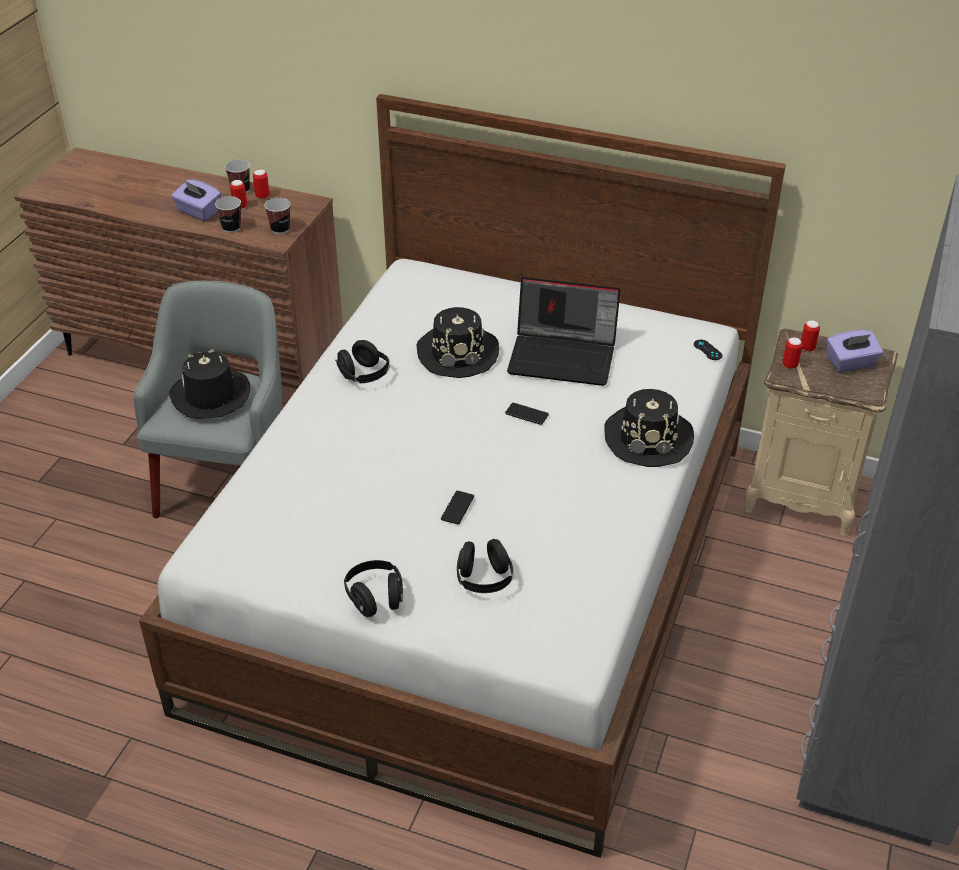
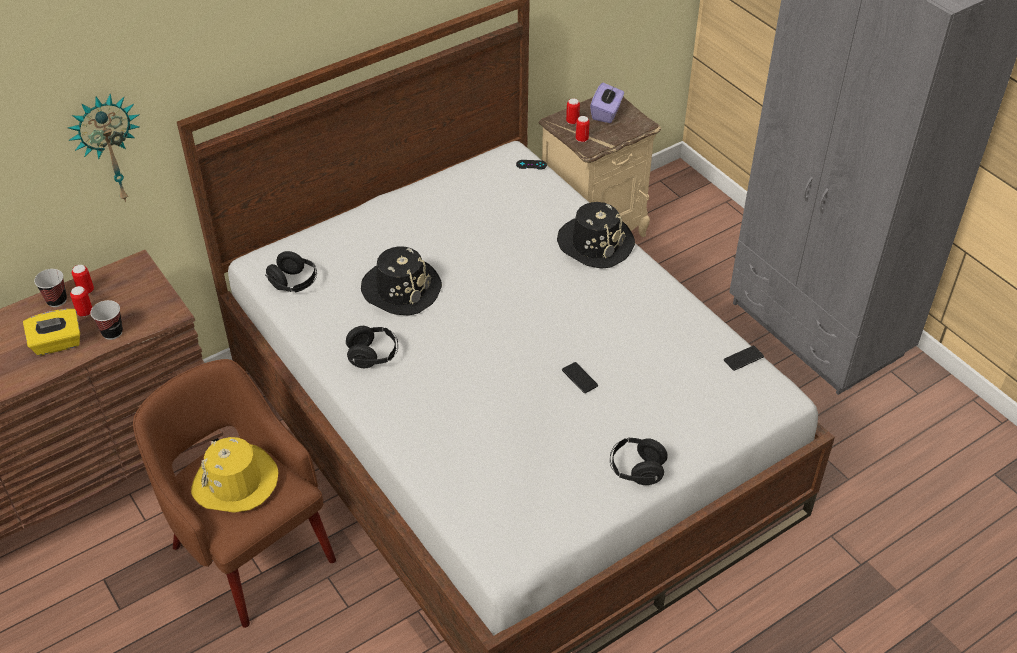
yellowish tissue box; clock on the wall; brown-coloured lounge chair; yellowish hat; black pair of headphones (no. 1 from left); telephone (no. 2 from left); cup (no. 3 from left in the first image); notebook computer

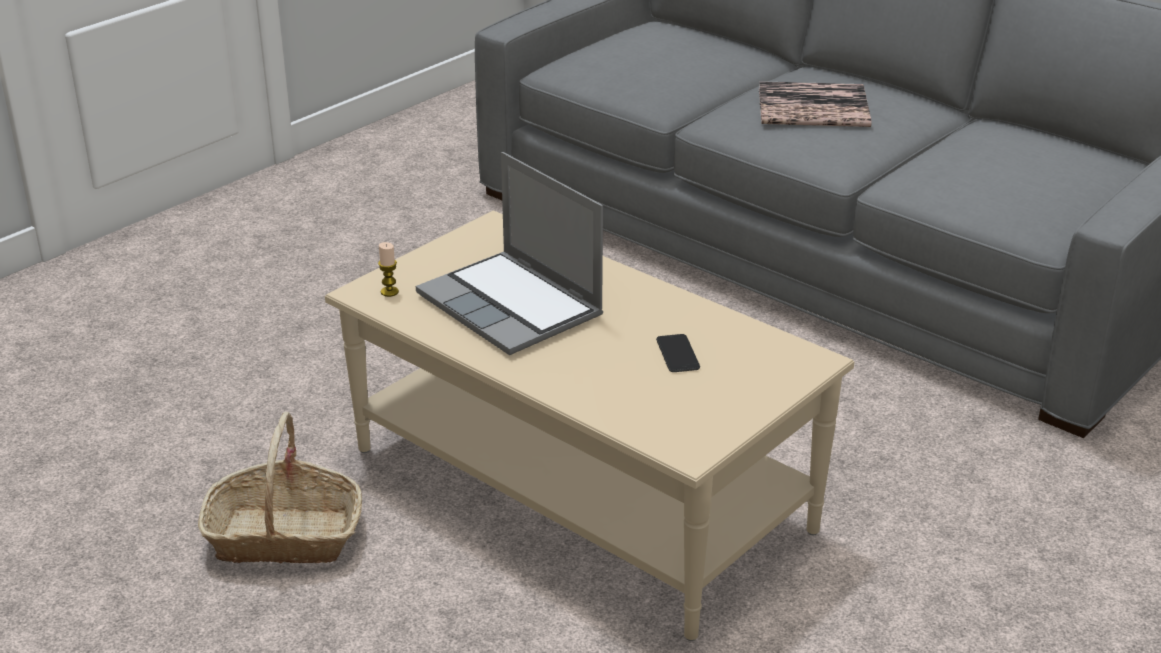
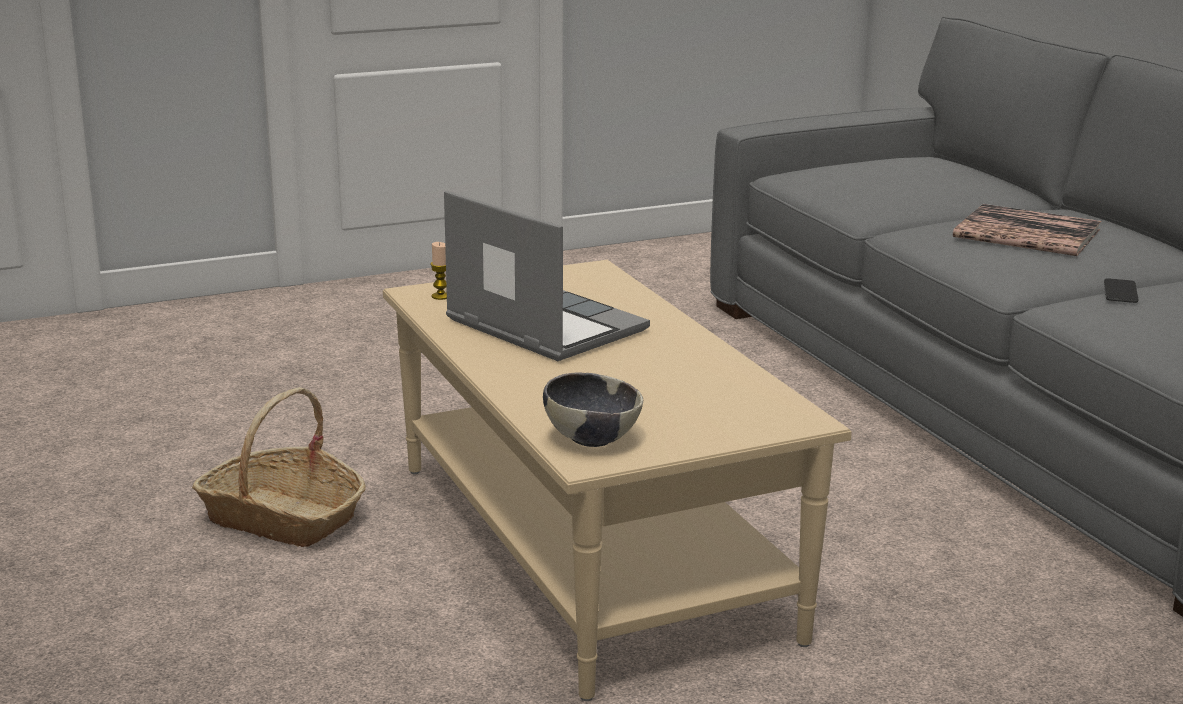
notebook computer; deep dish; telephone

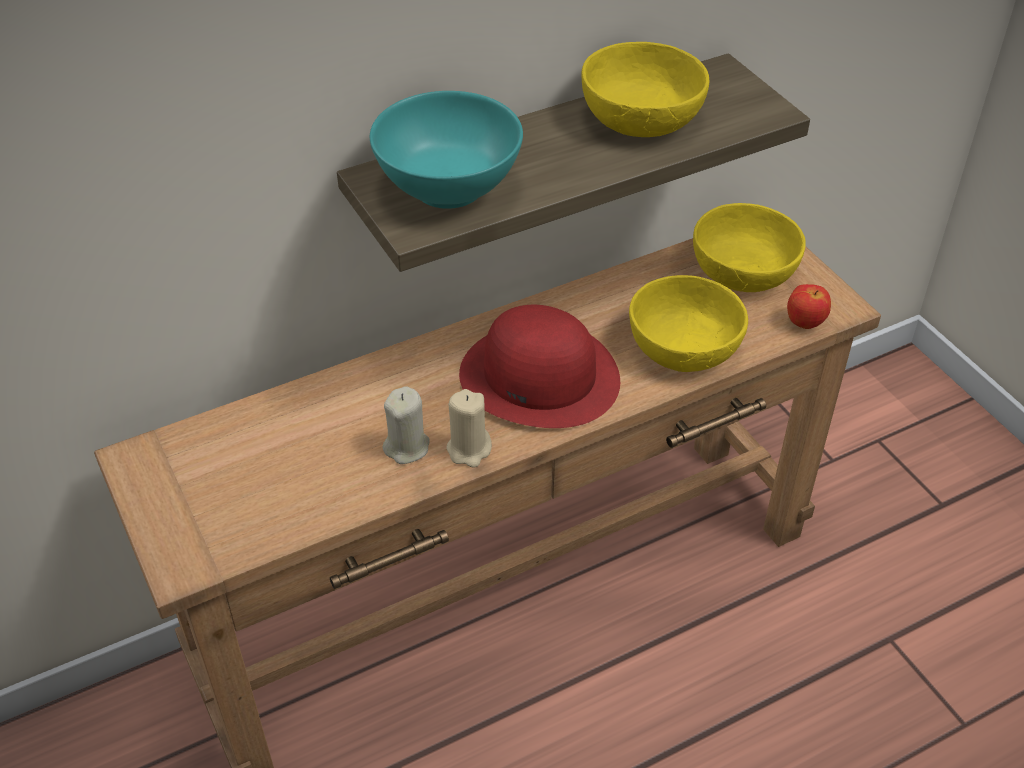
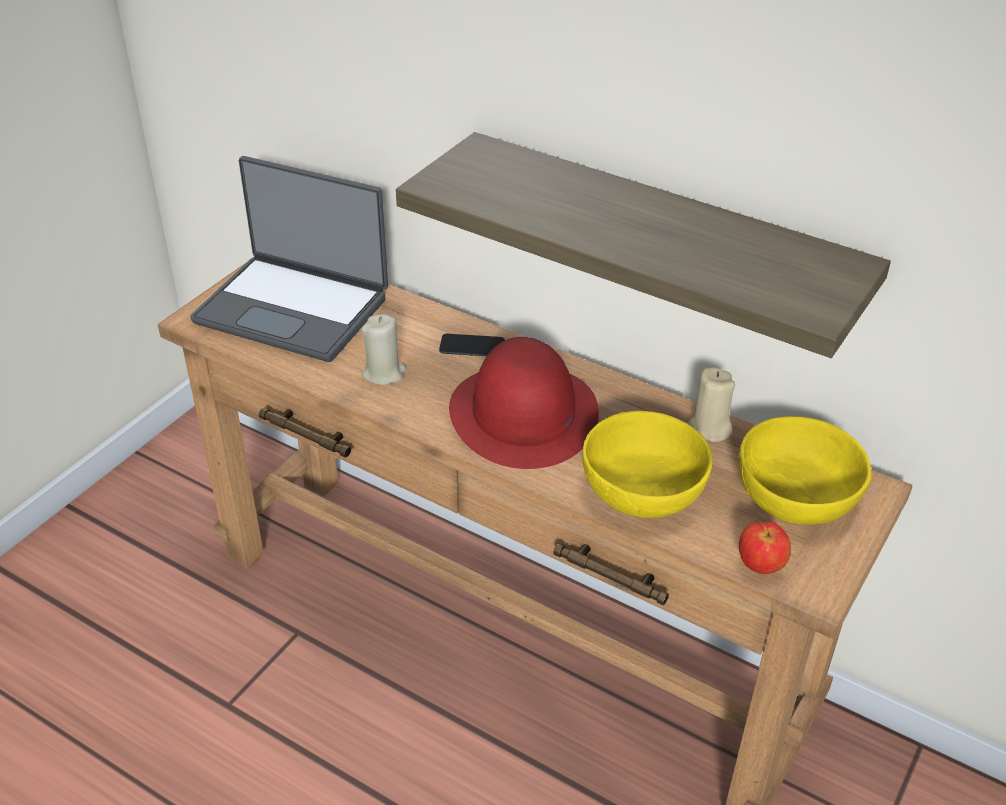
notebook computer; telephone; beige wax candle (no. 2 from left); turquoise deep dish; yellowish deep dish (no. 1 from left in the first image)

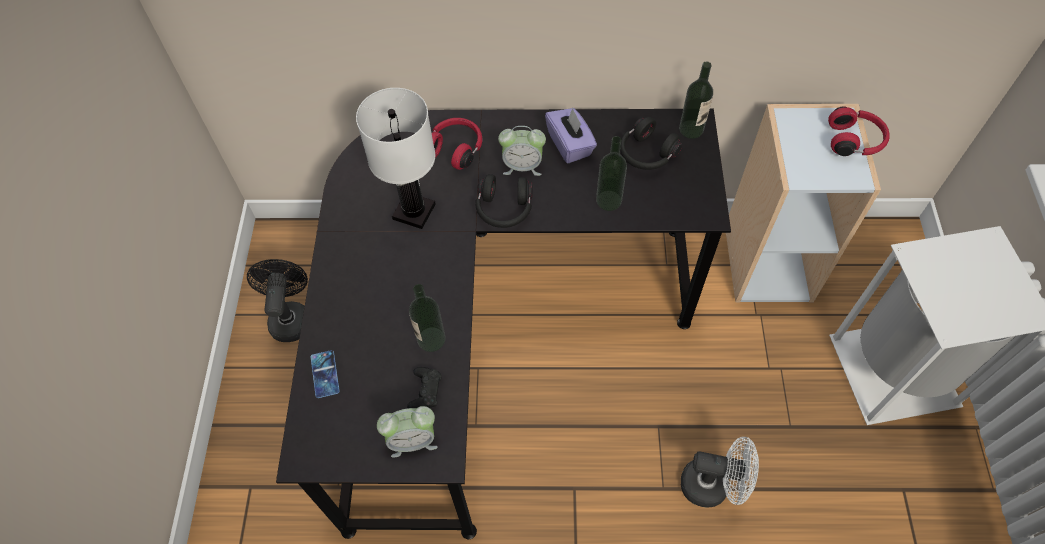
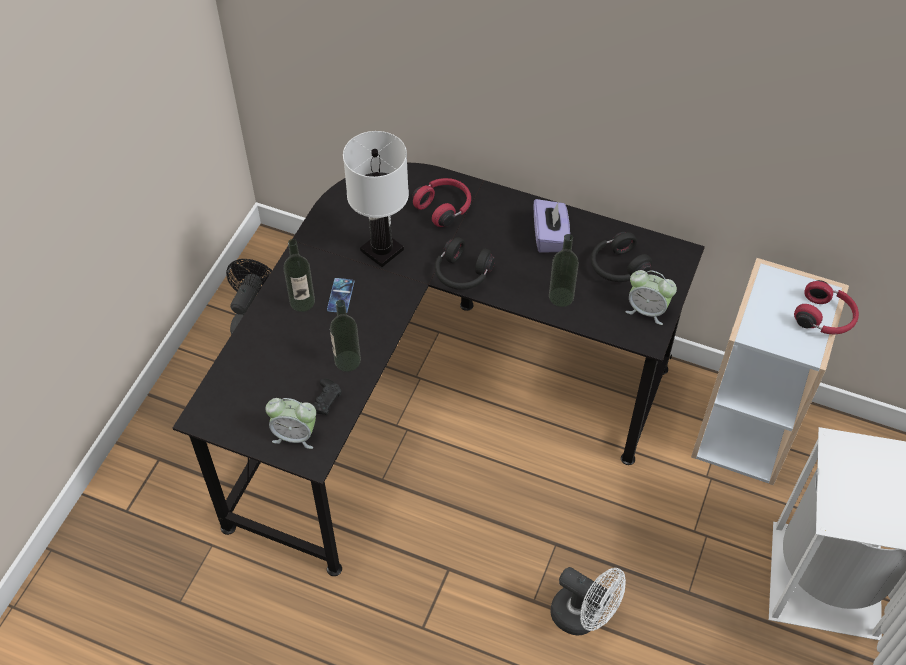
beverage bottle (no. 1 from left); telephone; alarm clock (no. 2 from left)

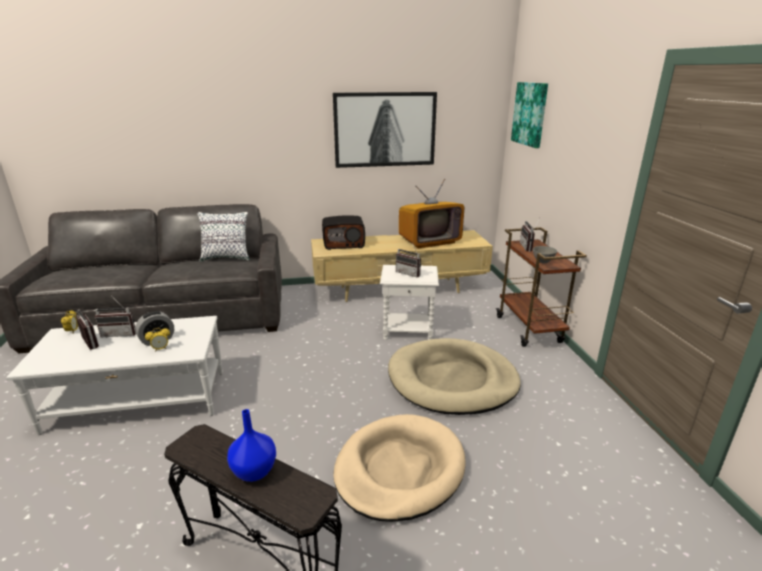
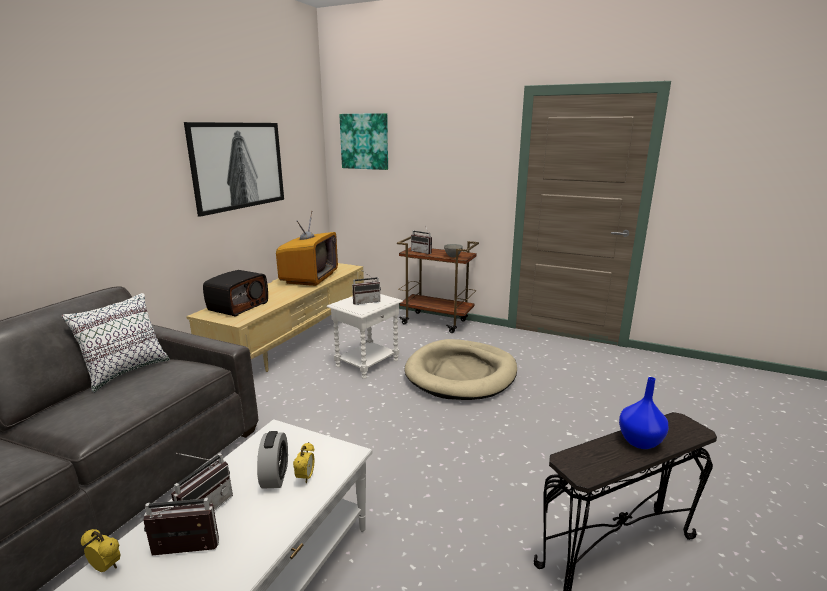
beige dog bed (no. 1 from left in the first image)

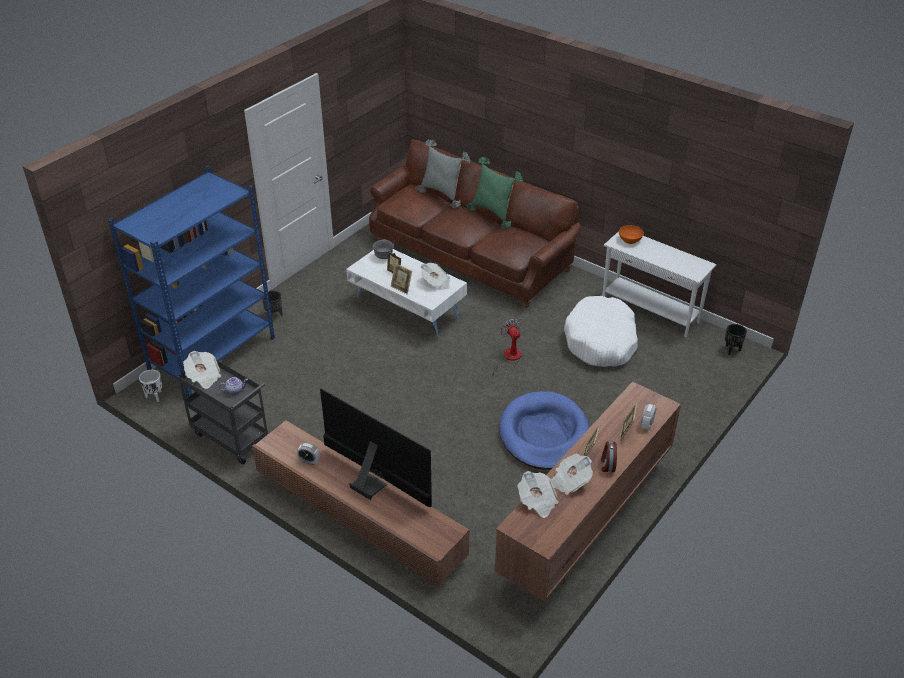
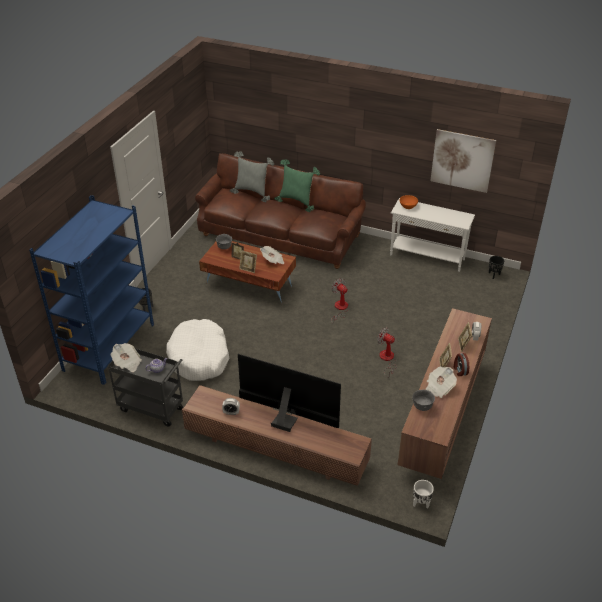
whitish dog bed; brown-coloured coffee table; electric fan (no. 2 from left); greyish deep dish (no. 2 from left); whitish planter; wall art

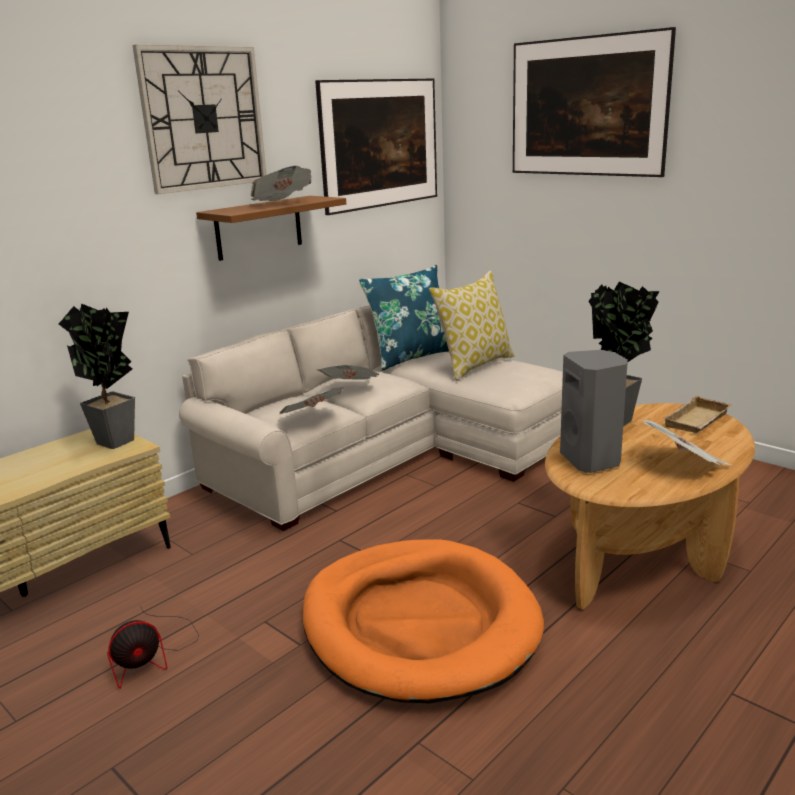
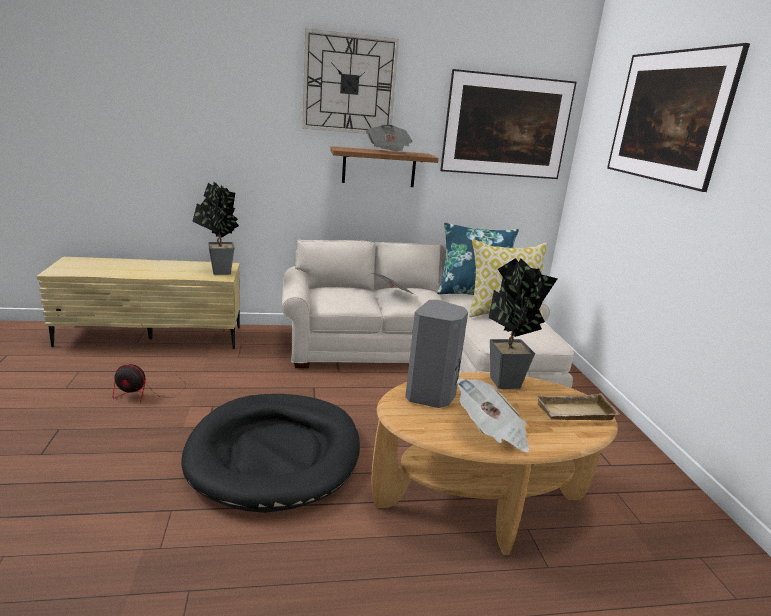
black dog bed; newspaper (no. 2 from left in the first image)

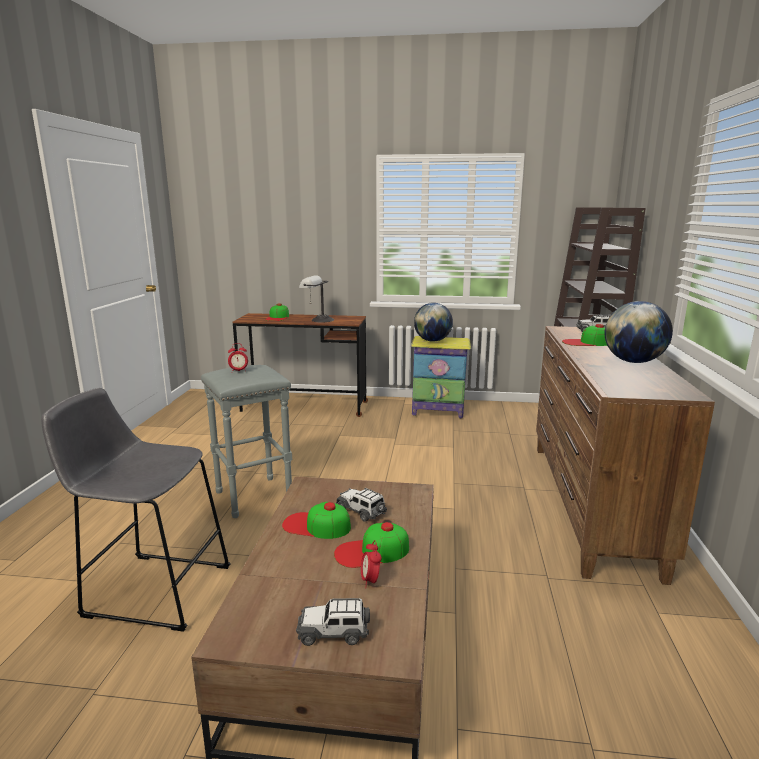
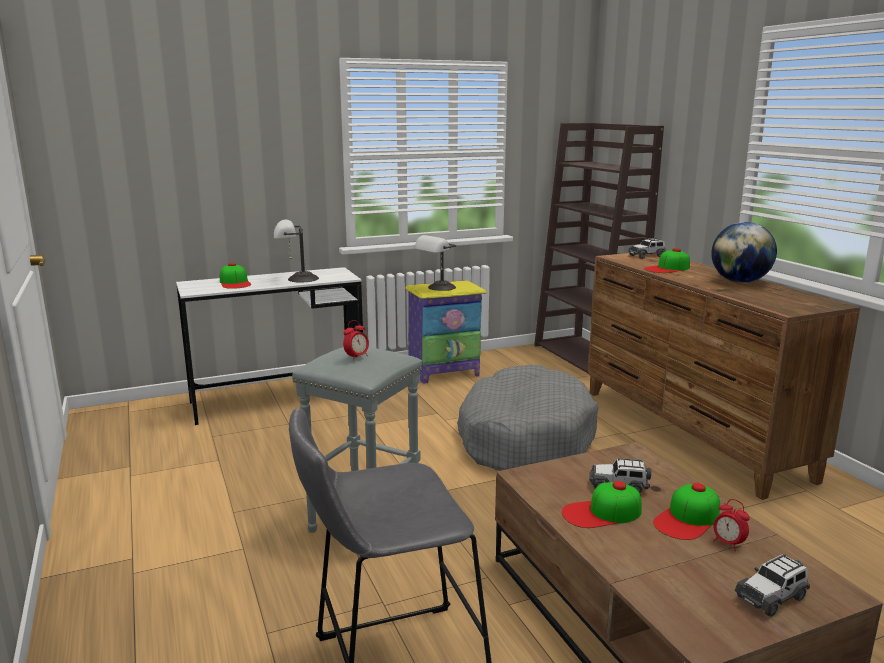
whitish desk table; table lamp (no. 2 from left); greyish dog bed

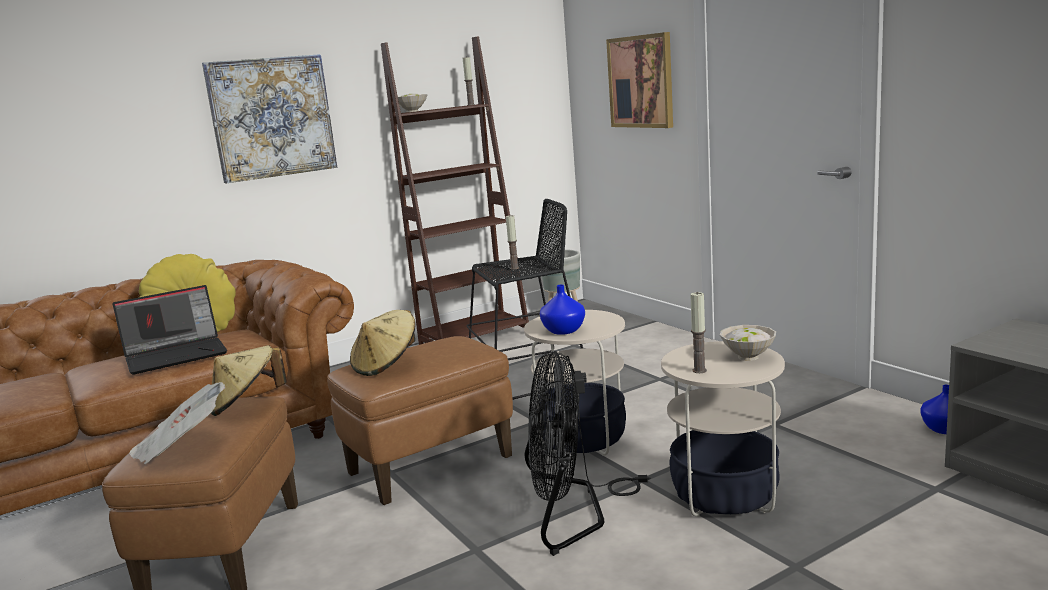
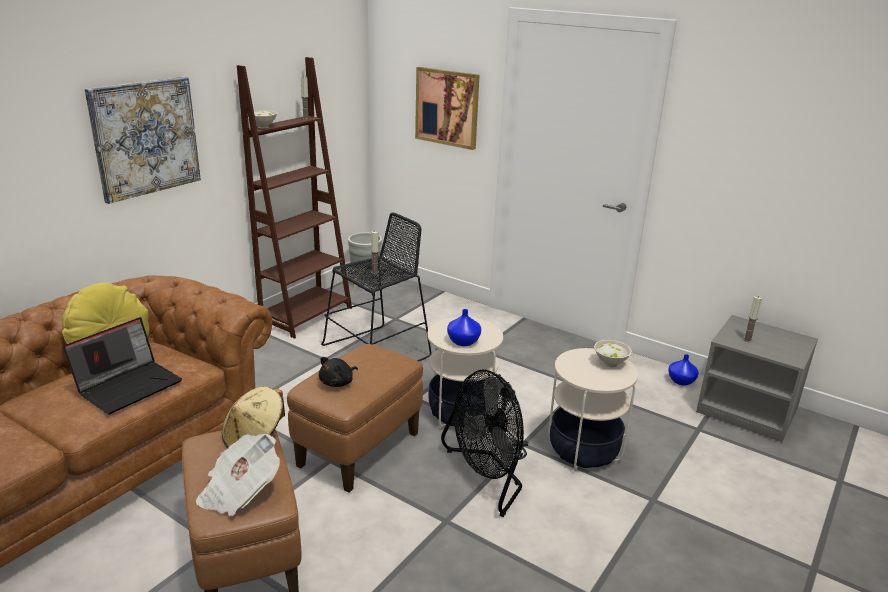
black cuddly toy; wax candle (no. 3 from left)

